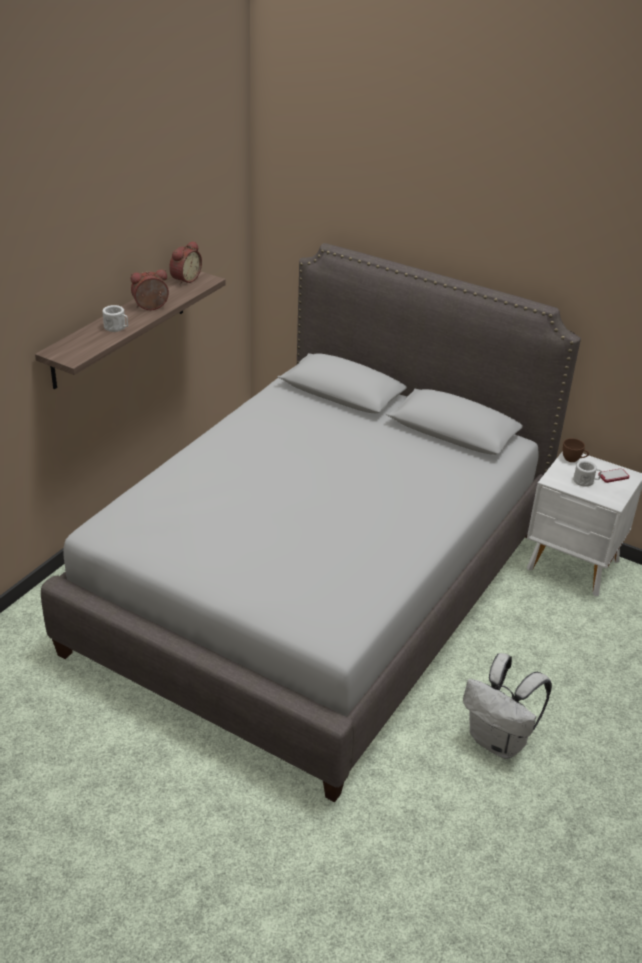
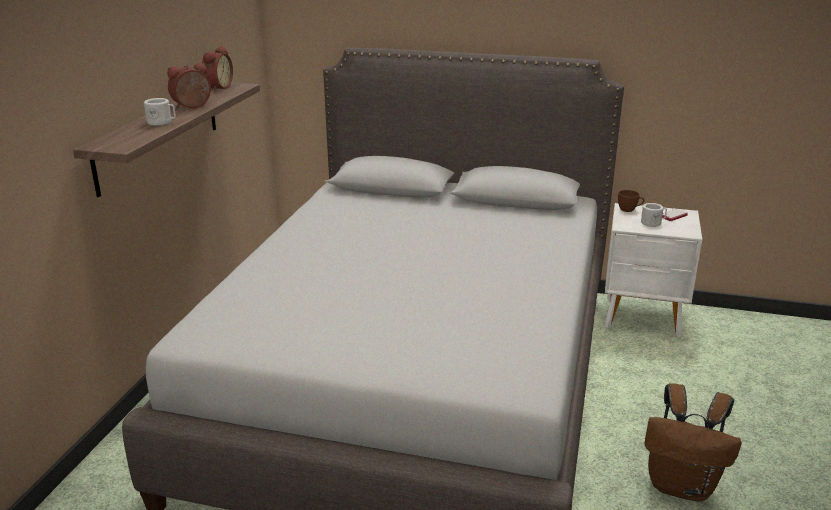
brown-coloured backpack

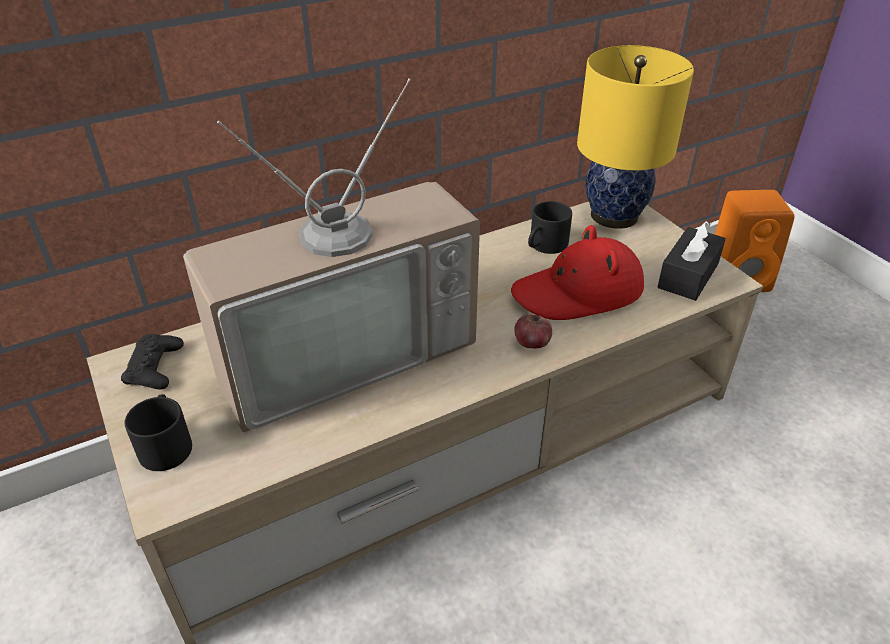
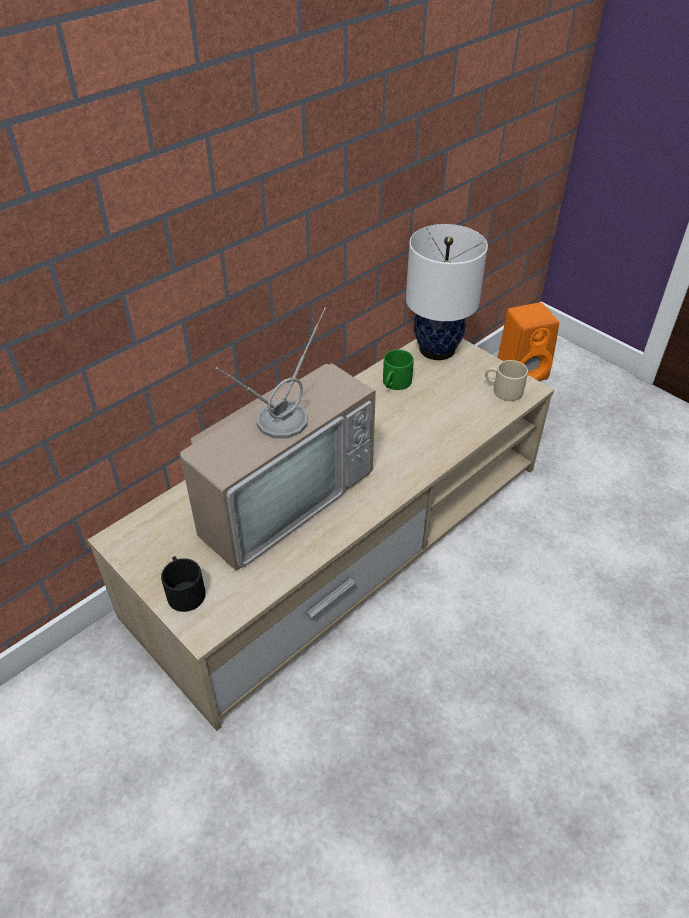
greenish coffee mug; whitish table lamp; beige coffee mug; black gamepad; reddish hat; apple fruit

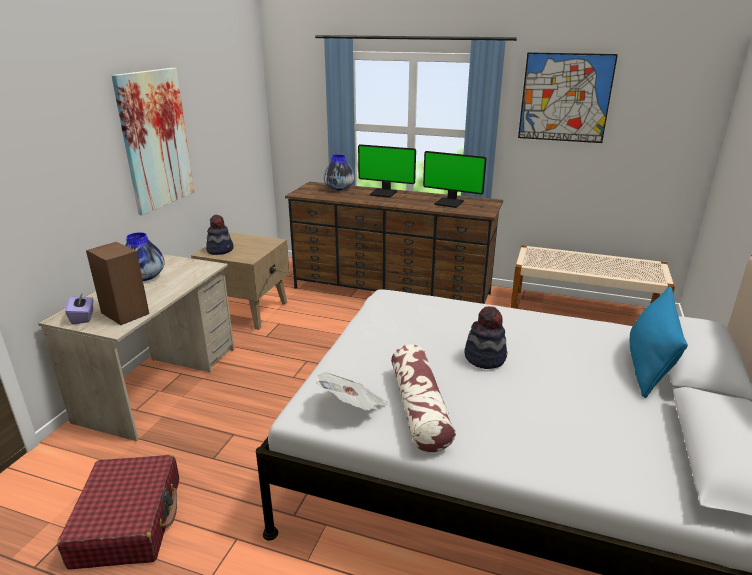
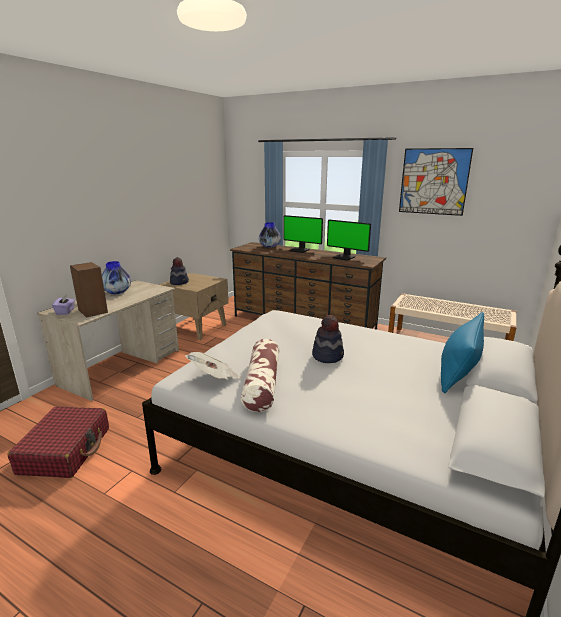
wall art (no. 1 from left in the first image)

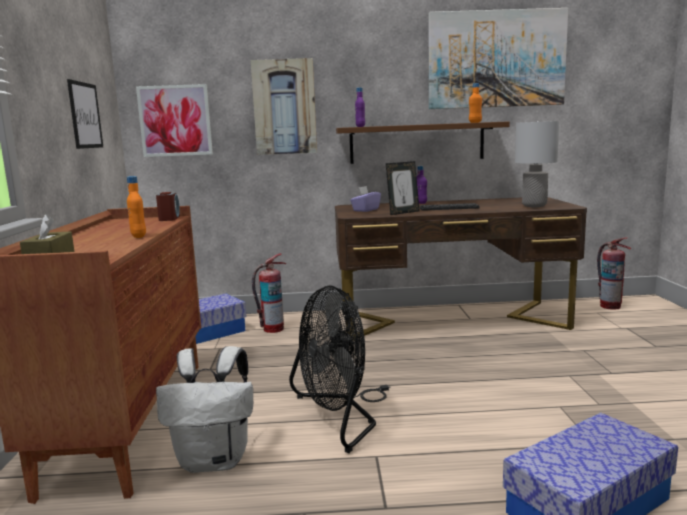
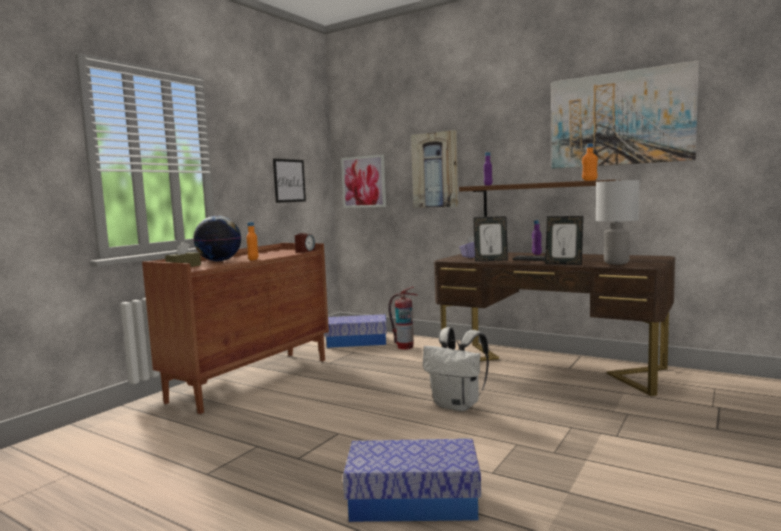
globe; whitish backpack; photo frame (no. 2 from left); black electric fan; extinguisher (no. 2 from left in the first image)

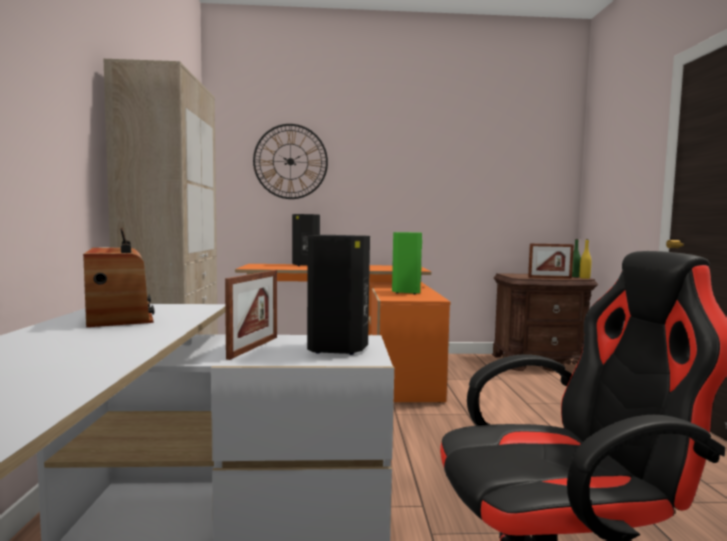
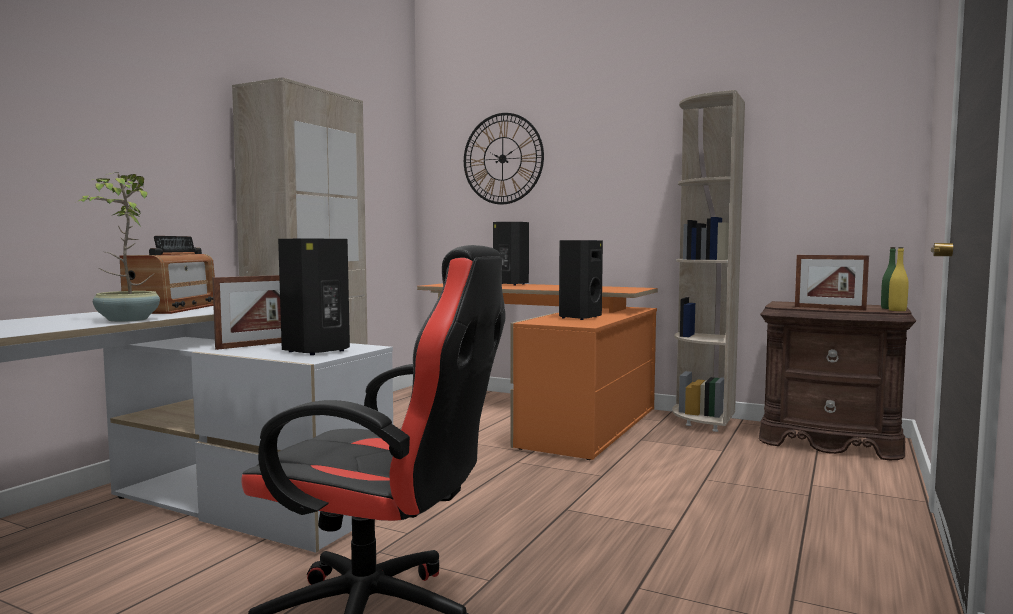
plant in a pot; black speaker (no. 3 from left); beige shelving unit

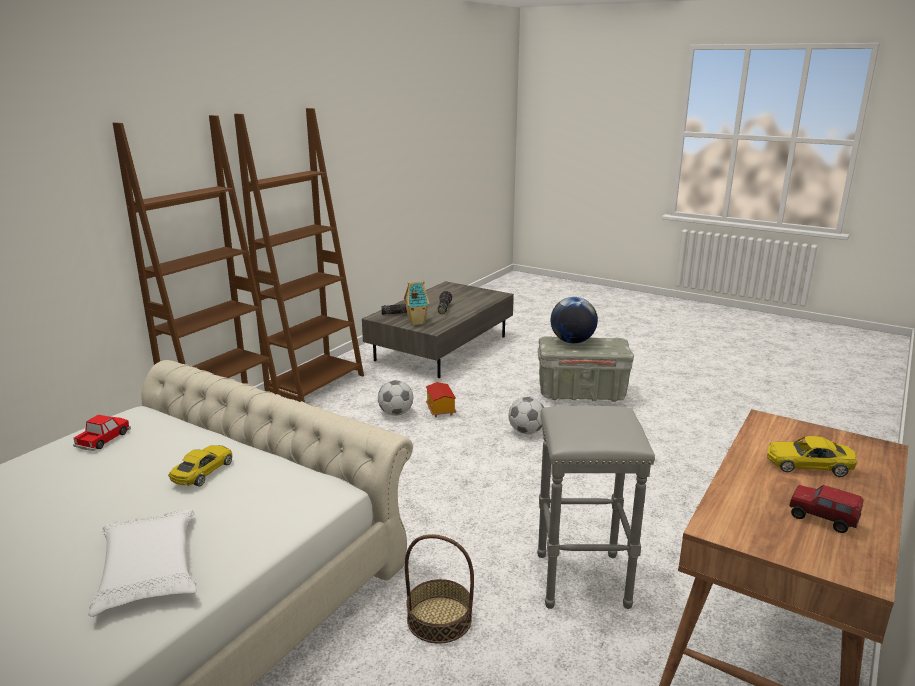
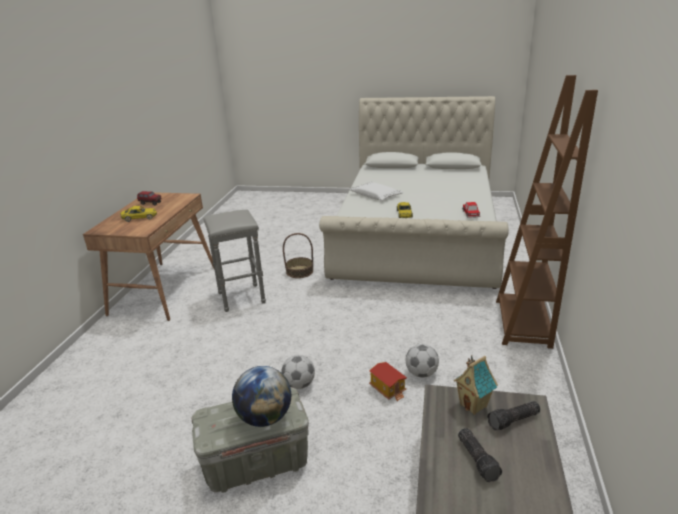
brown-coloured shelving unit (no. 2 from left in the first image)

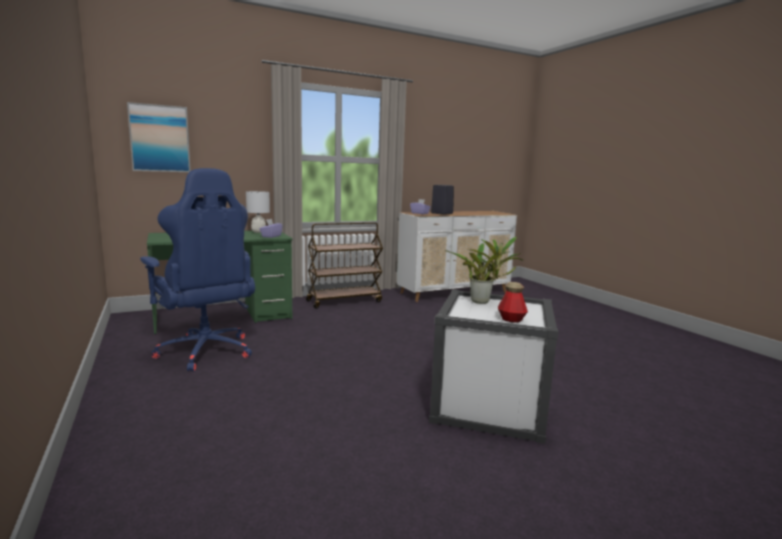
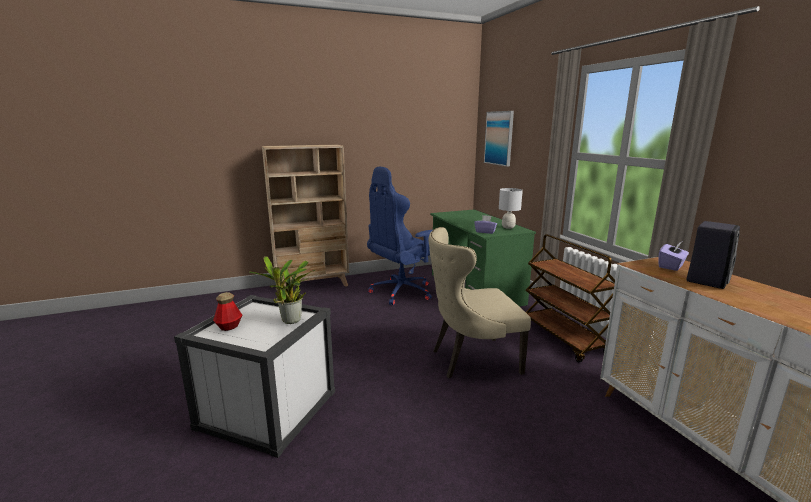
beige shelving unit; beige upright chair

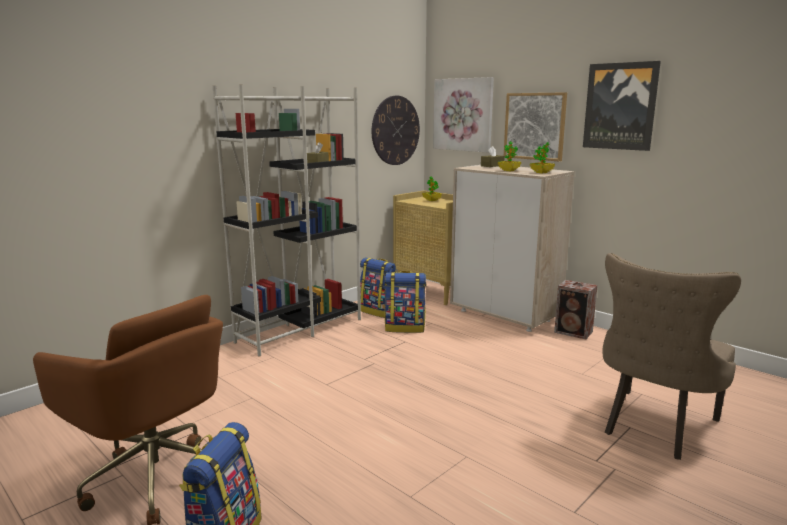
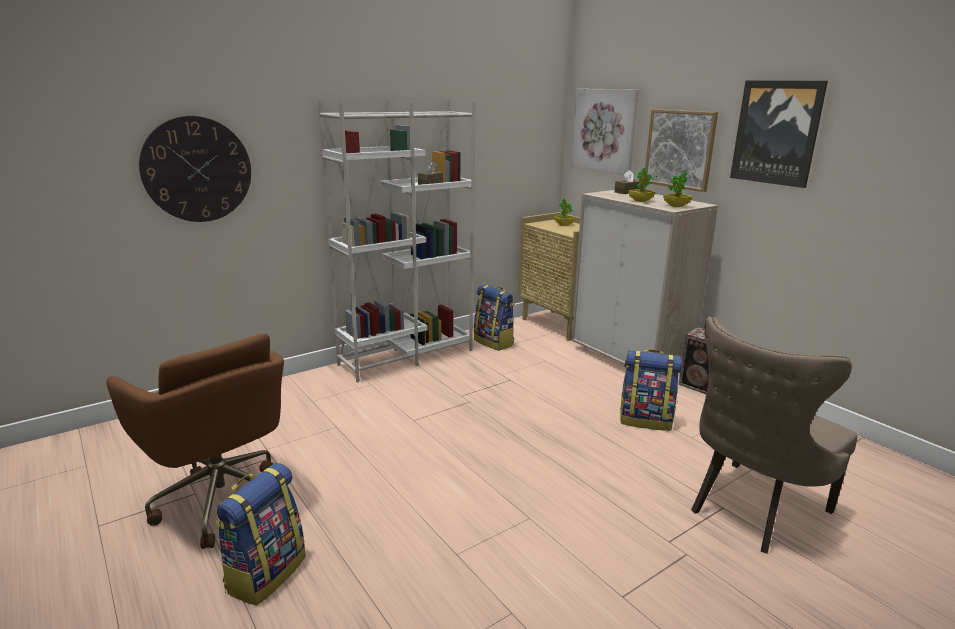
clock on the wall; whitish shelving unit; backpack (no. 3 from left)

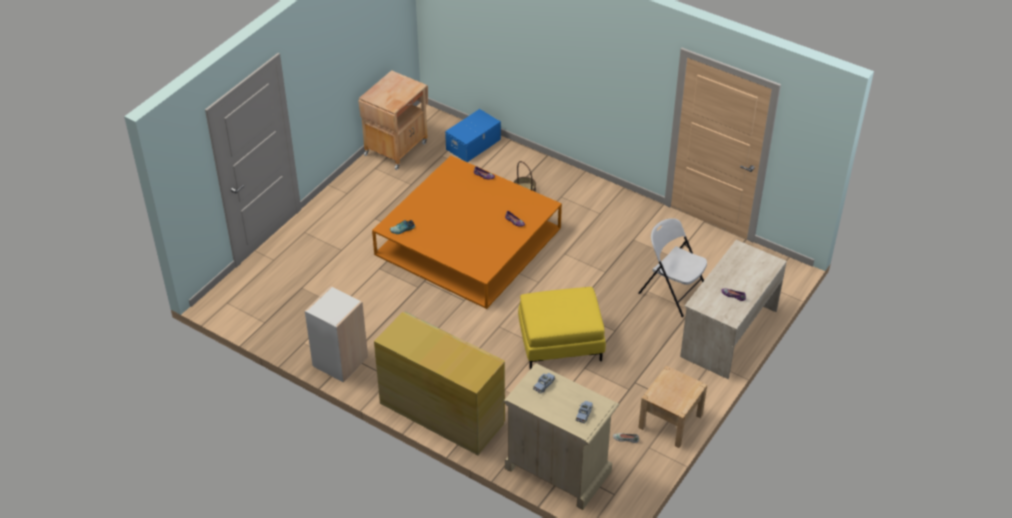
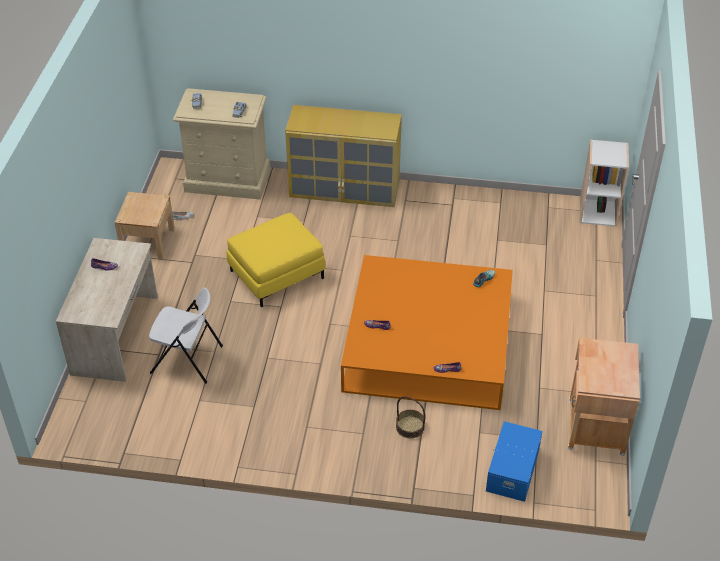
shelving unit

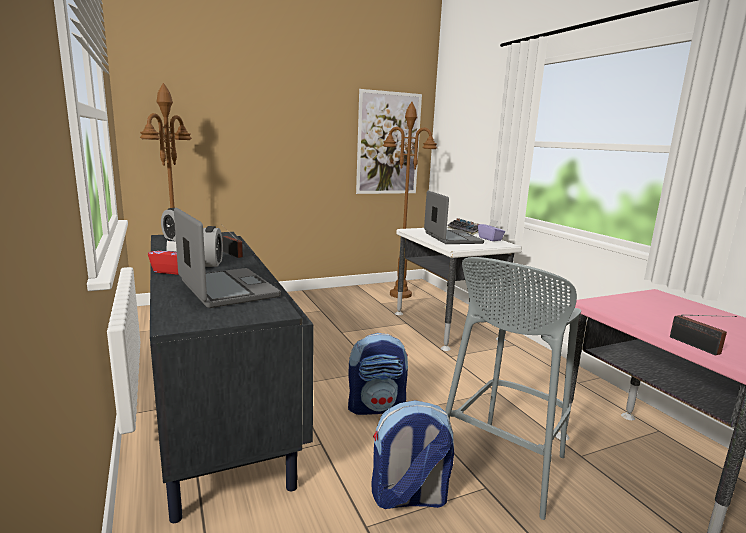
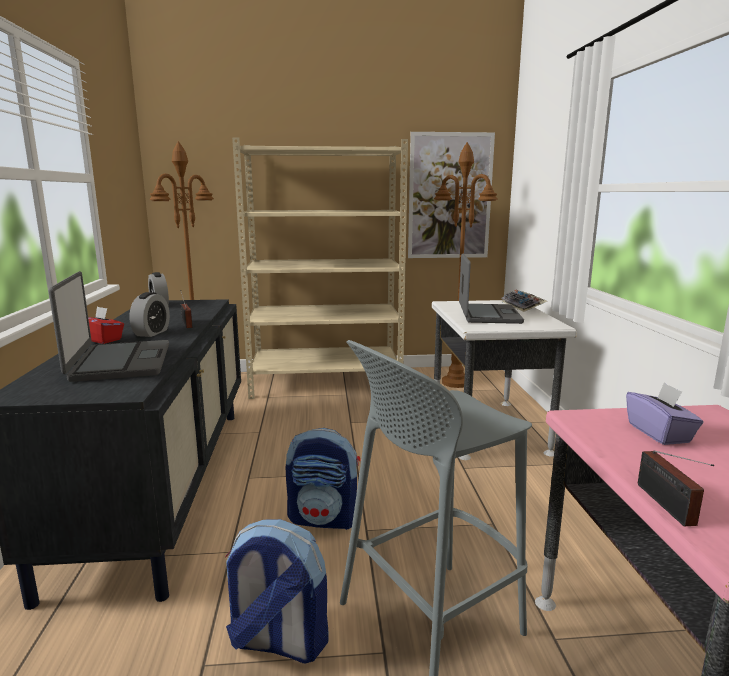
beige shelving unit; purple-coloured tissue box

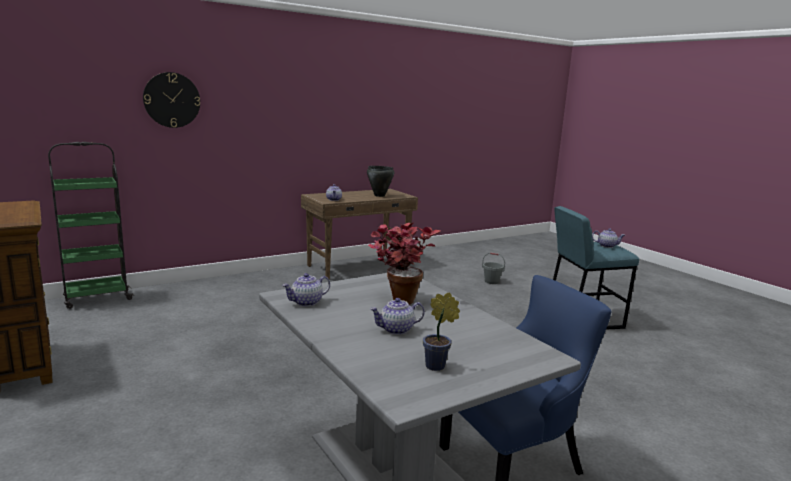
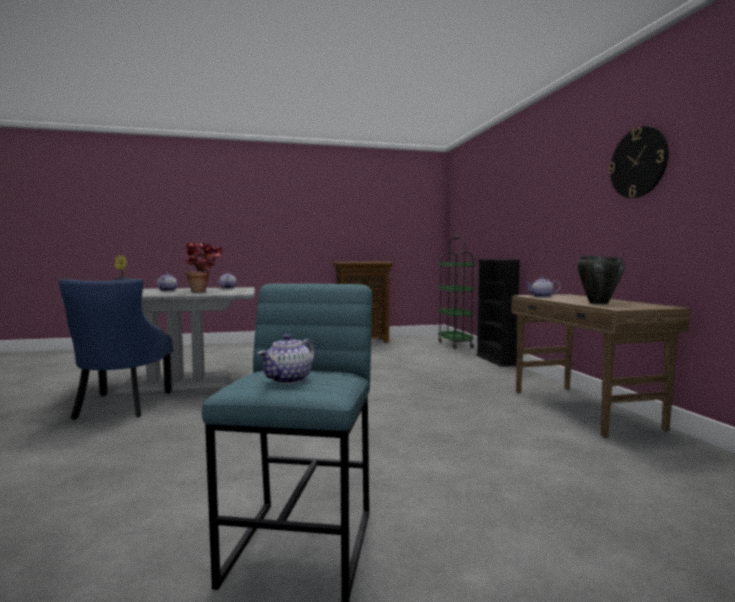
black shelving unit; clock on the wall; greyish bucket

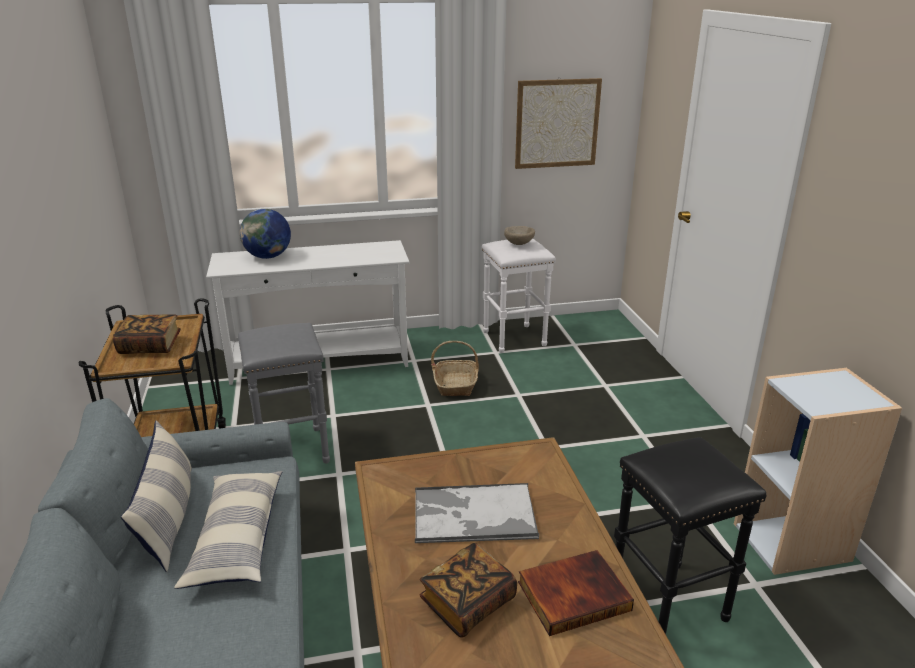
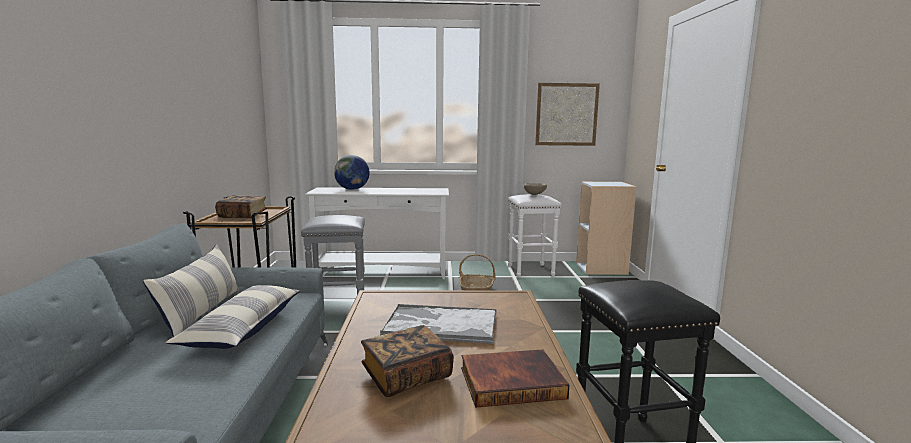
shelving unit

